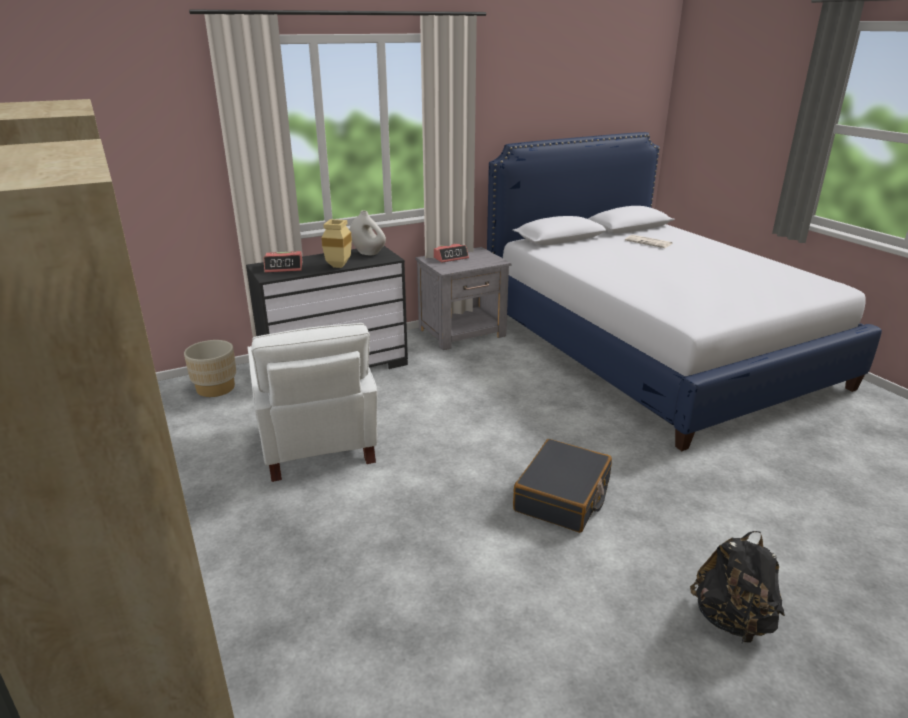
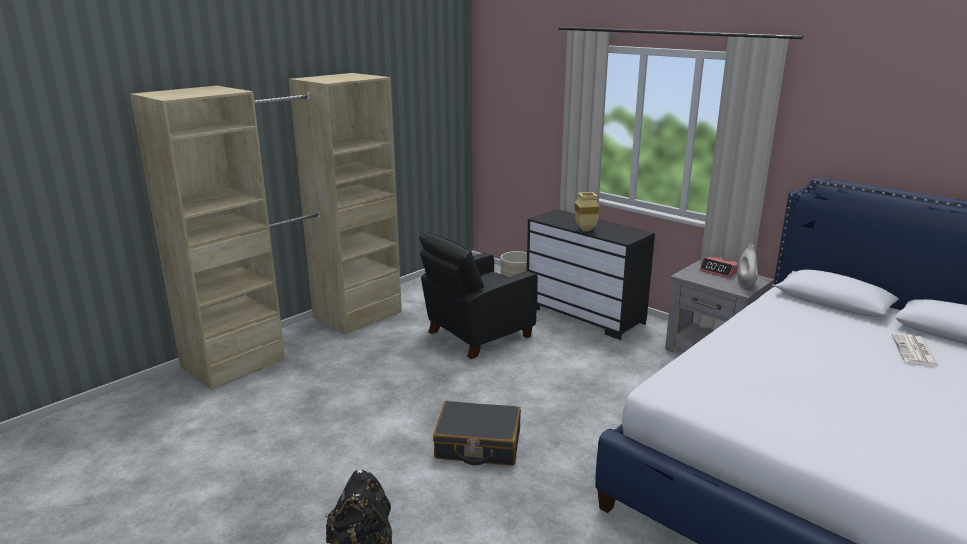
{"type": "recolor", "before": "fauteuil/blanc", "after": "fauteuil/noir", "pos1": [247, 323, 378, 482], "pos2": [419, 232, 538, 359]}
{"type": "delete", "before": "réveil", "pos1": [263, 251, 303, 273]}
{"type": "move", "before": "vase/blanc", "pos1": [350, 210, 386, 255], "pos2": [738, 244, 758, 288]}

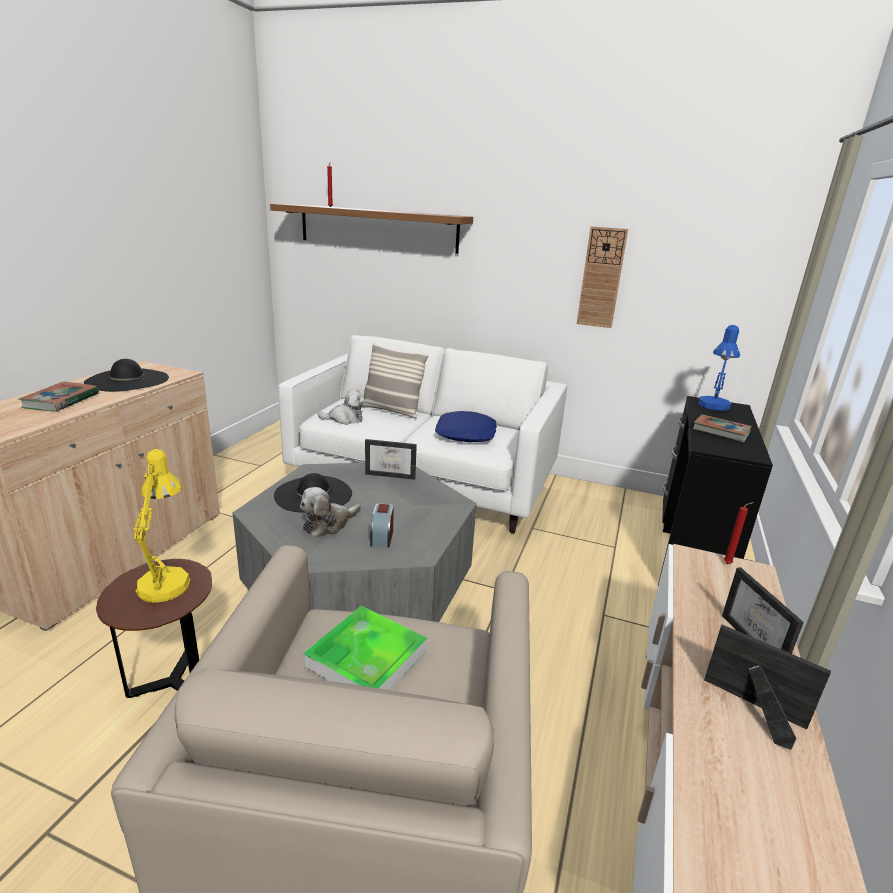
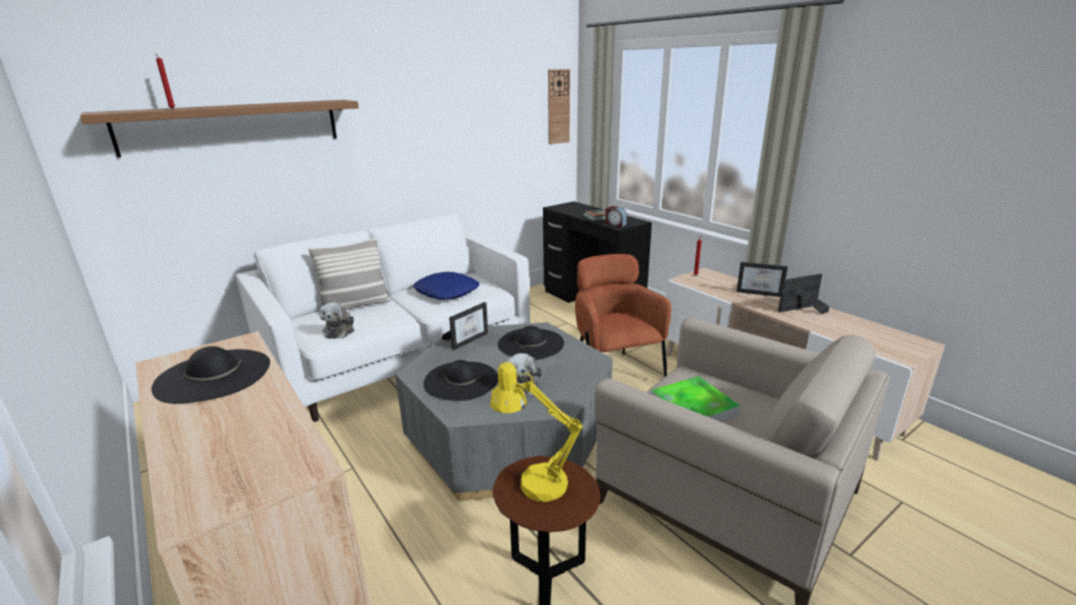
{"type": "delete", "before": "livre", "pos1": [19, 381, 99, 412]}
{"type": "rotate", "before": "peluche", "pos1": [317, 389, 366, 425], "pos2": [319, 302, 354, 339], "turn": 150}
{"type": "move", "before": "réveil", "pos1": [370, 504, 394, 548], "pos2": [605, 206, 627, 227]}
{"type": "move", "before": "horloge murale", "pos1": [577, 227, 628, 328], "pos2": [548, 69, 570, 144]}
{"type": "delete", "before": "lampe de table/bleu", "pos1": [698, 325, 740, 411]}
{"type": "insert", "after": "chapeau/noir", "pos2": [498, 326, 564, 360]}
{"type": "insert", "after": "fauteuil/marron", "pos2": [575, 254, 671, 377]}

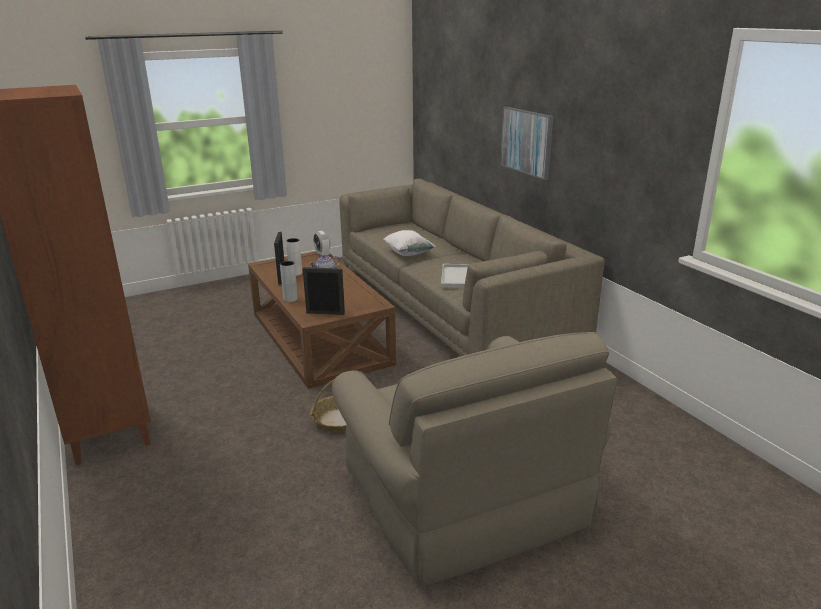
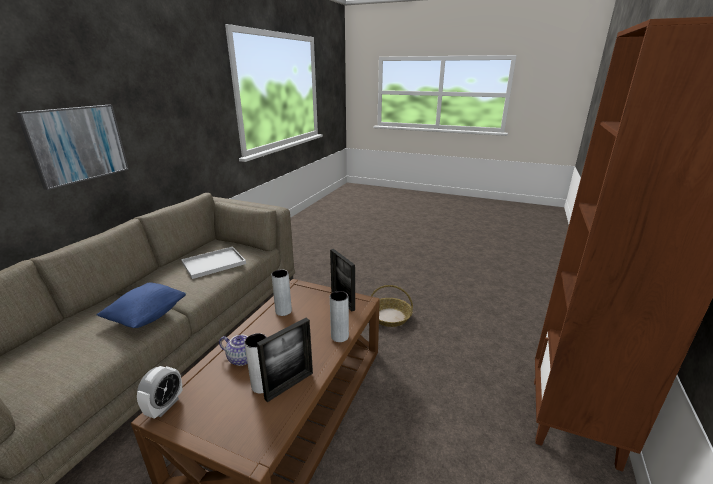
{"type": "delete", "before": "fauteuil/beige", "pos1": [332, 332, 618, 587]}
{"type": "recolor", "before": "coussin/blanc", "after": "coussin/bleu", "pos1": [383, 230, 436, 256], "pos2": [96, 282, 186, 328]}
{"type": "insert", "after": "vase/gris", "pos2": [271, 269, 292, 316]}

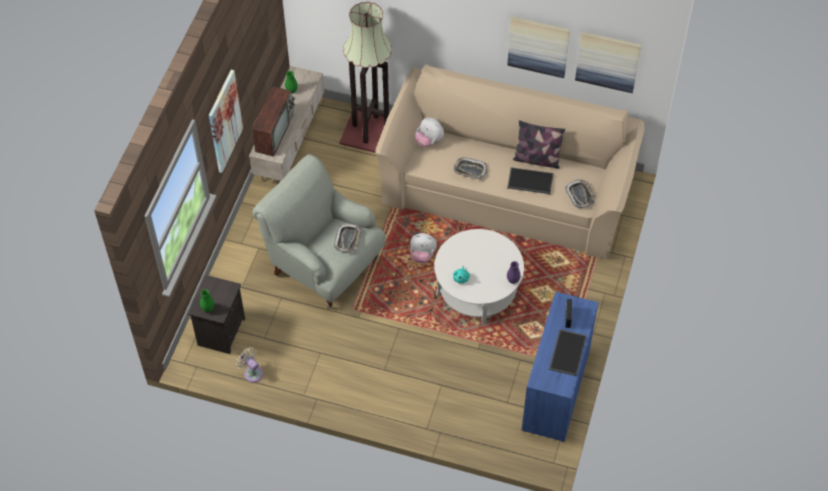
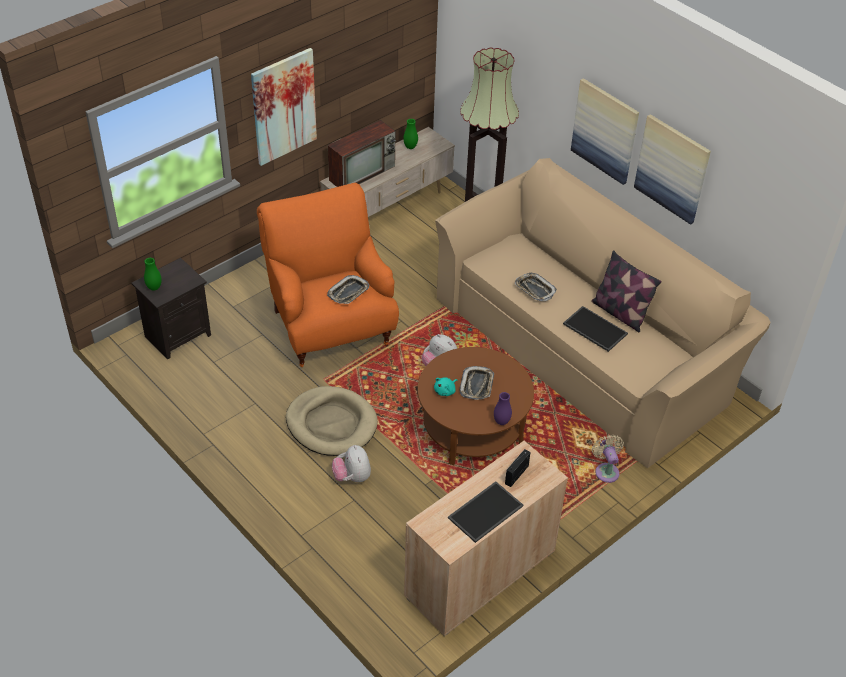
{"type": "move", "before": "ventilateur/beige", "pos1": [236, 347, 263, 383], "pos2": [592, 435, 624, 483]}
{"type": "recolor", "before": "fauteuil/gris", "after": "fauteuil/orange", "pos1": [253, 154, 386, 308], "pos2": [257, 183, 399, 367]}
{"type": "move", "before": "peluche", "pos1": [415, 118, 444, 147], "pos2": [332, 445, 371, 482]}
{"type": "recolor", "before": "table basse/blanc", "after": "table basse/marron", "pos1": [434, 229, 524, 325], "pos2": [418, 347, 534, 465]}
{"type": "recolor", "before": "meuble de rangement/bleu", "after": "meuble de rangement/beige", "pos1": [522, 291, 599, 442], "pos2": [404, 441, 568, 636]}
{"type": "move", "before": "plateau", "pos1": [565, 180, 597, 208], "pos2": [460, 366, 494, 400]}
{"type": "move", "before": "tableau", "pos1": [575, 32, 641, 93], "pos2": [571, 78, 639, 185]}
{"type": "insert", "after": "panier pour chien/beige", "pos2": [286, 386, 378, 456]}

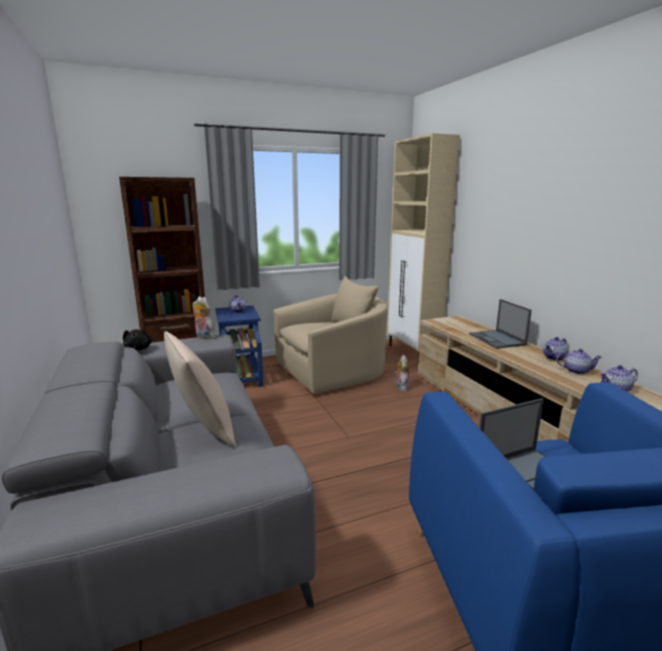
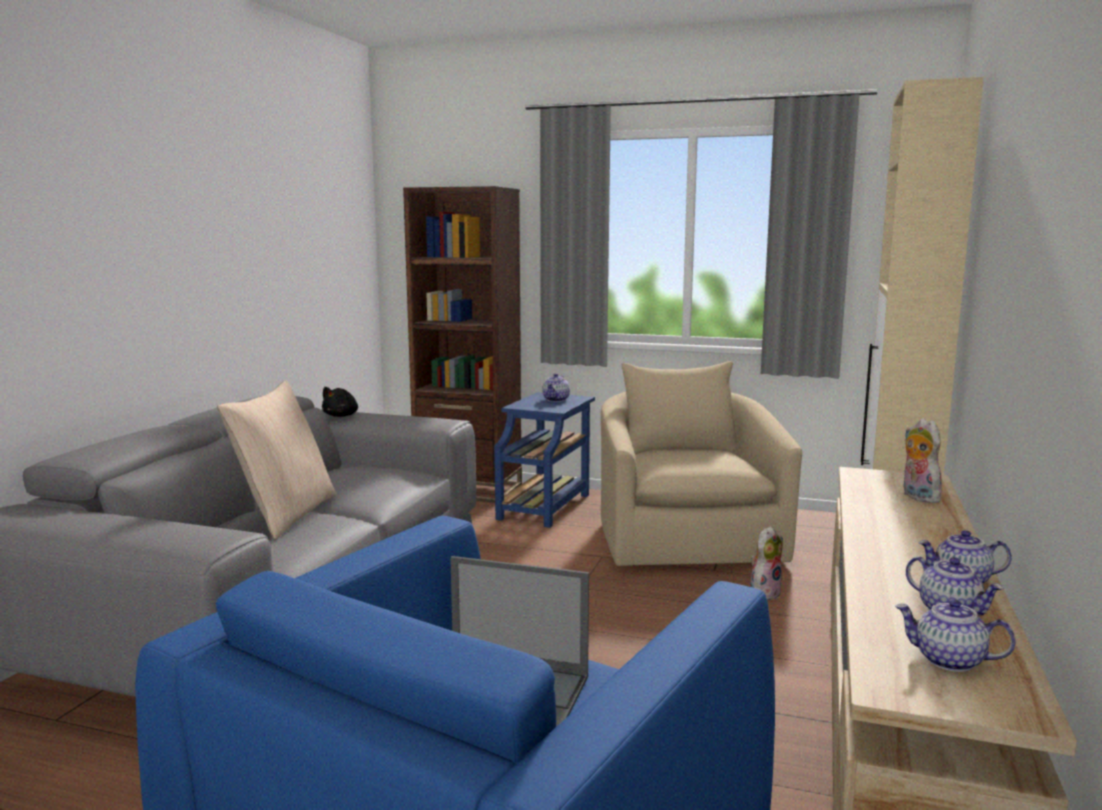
{"type": "move", "before": "peluche", "pos1": [192, 296, 215, 340], "pos2": [904, 418, 942, 503]}
{"type": "rotate", "before": "fauteuil/beige", "pos1": [273, 276, 388, 394], "pos2": [601, 361, 802, 566], "turn": -105}
{"type": "delete", "before": "ordinateur portable", "pos1": [469, 299, 532, 349]}

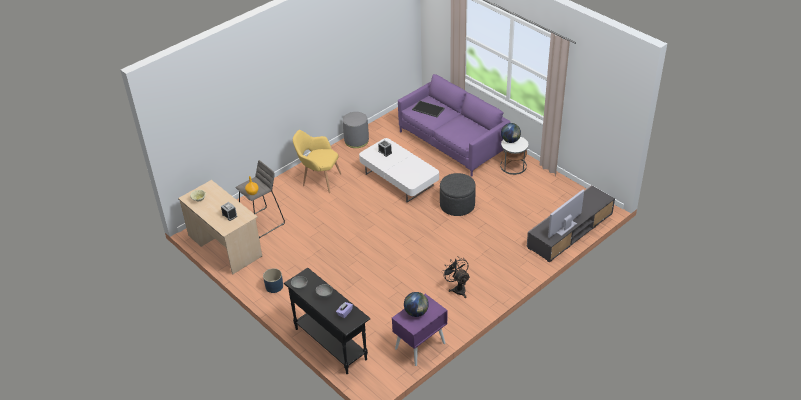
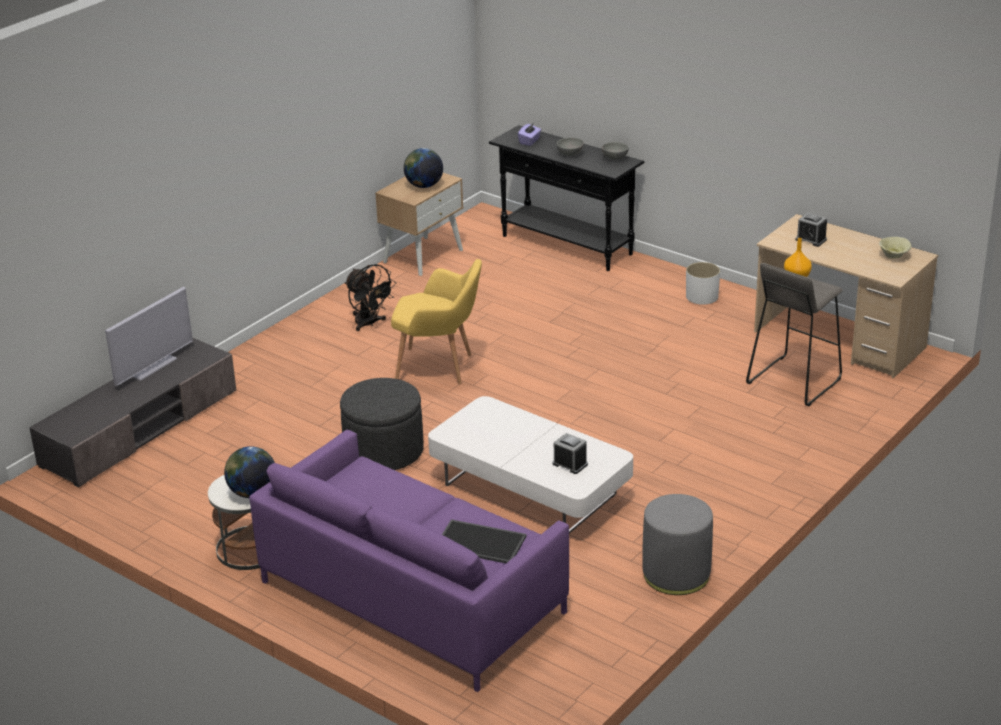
{"type": "recolor", "before": "cache-pot/bleu", "after": "cache-pot/blanc", "pos1": [263, 268, 283, 293], "pos2": [686, 262, 720, 305]}
{"type": "move", "before": "fauteuil/jaune", "pos1": [293, 130, 341, 193], "pos2": [391, 259, 482, 385]}
{"type": "recolor", "before": "table de chevet/violet", "after": "table de chevet/beige", "pos1": [392, 294, 448, 366], "pos2": [375, 173, 463, 276]}

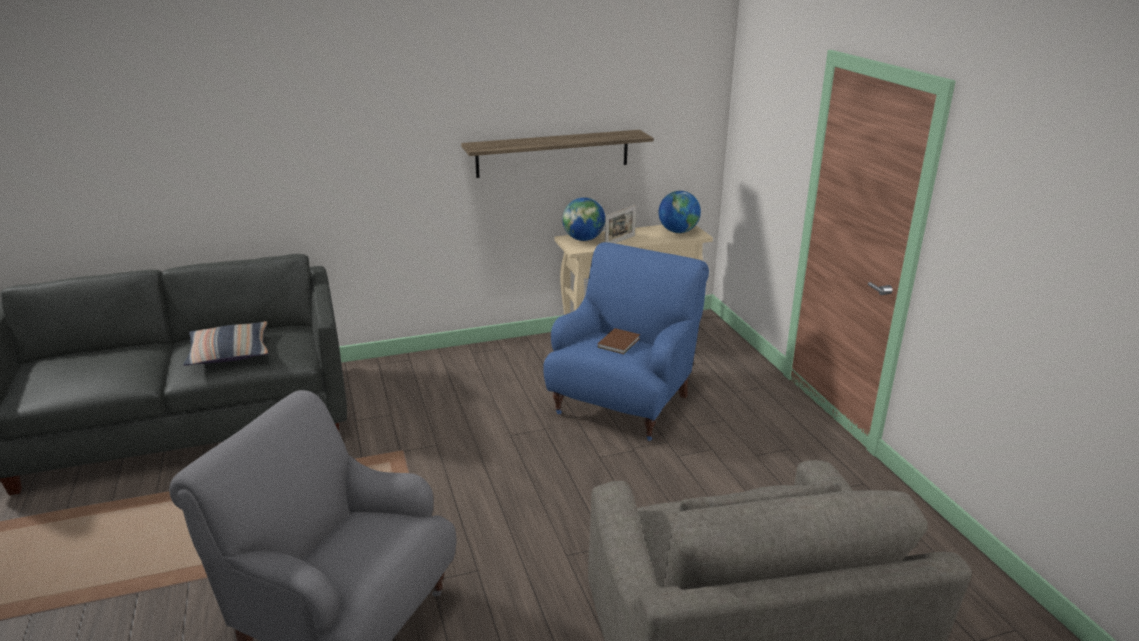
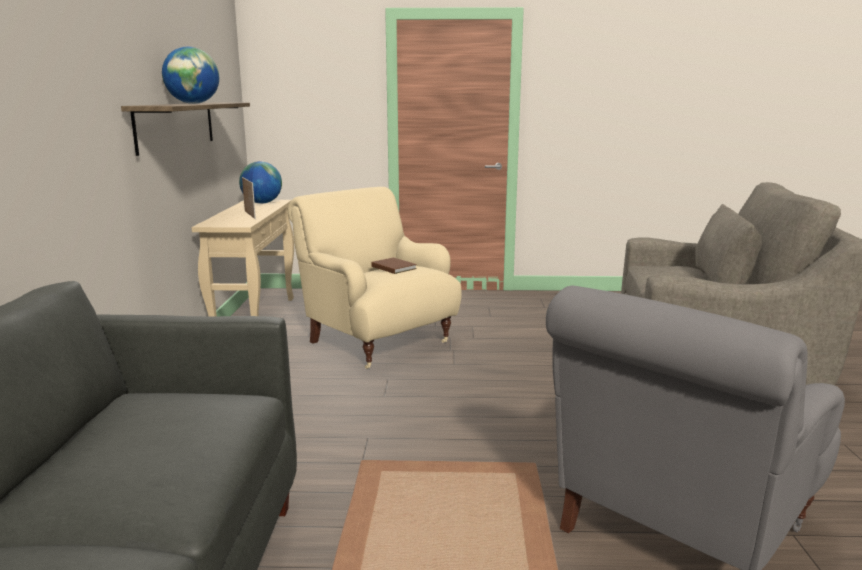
{"type": "delete", "before": "coussin", "pos1": [183, 321, 268, 366]}
{"type": "recolor", "before": "fauteuil/bleu", "after": "fauteuil/beige", "pos1": [543, 242, 709, 441], "pos2": [288, 187, 462, 369]}
{"type": "move", "before": "globe", "pos1": [562, 197, 605, 241], "pos2": [162, 47, 219, 104]}

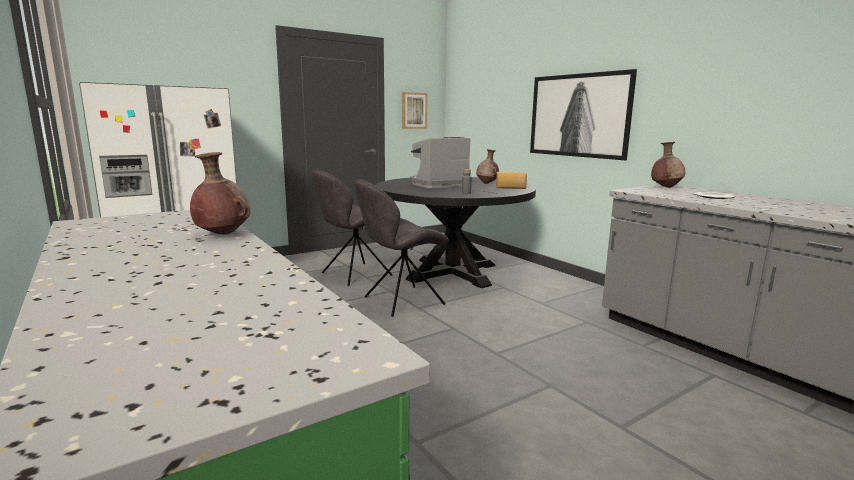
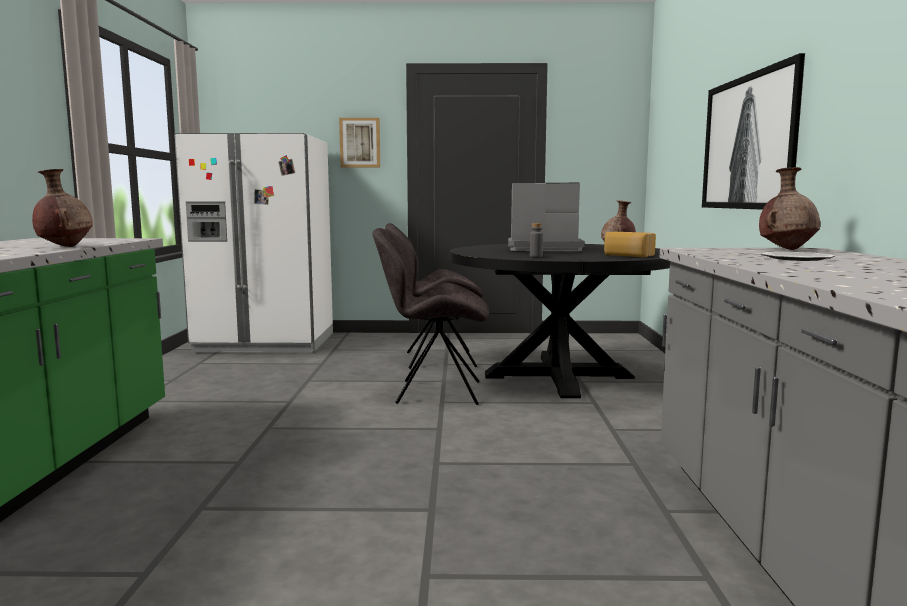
{"type": "move", "before": "tableau", "pos1": [402, 92, 428, 129], "pos2": [339, 118, 380, 167]}

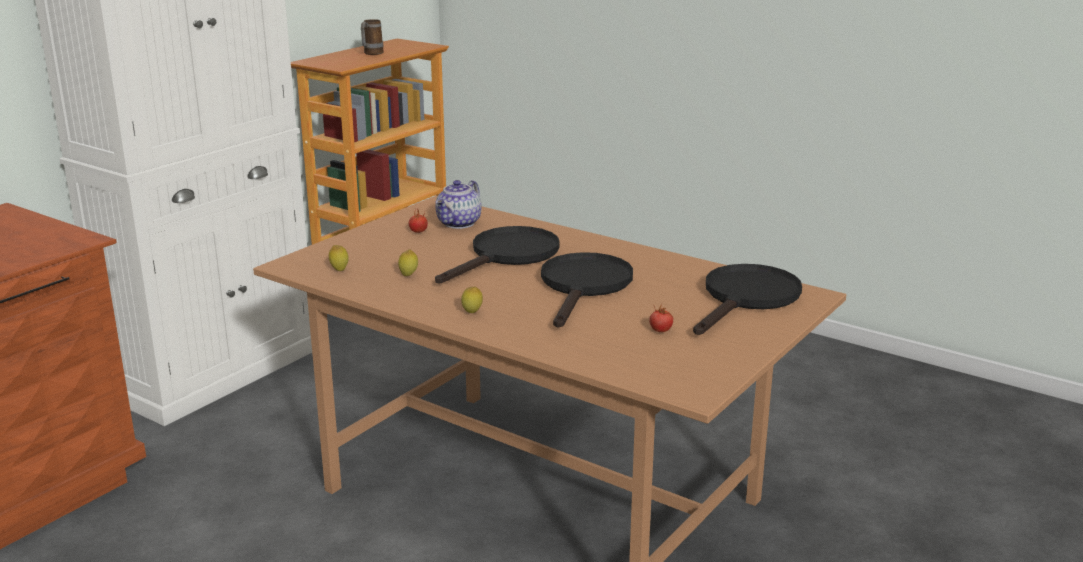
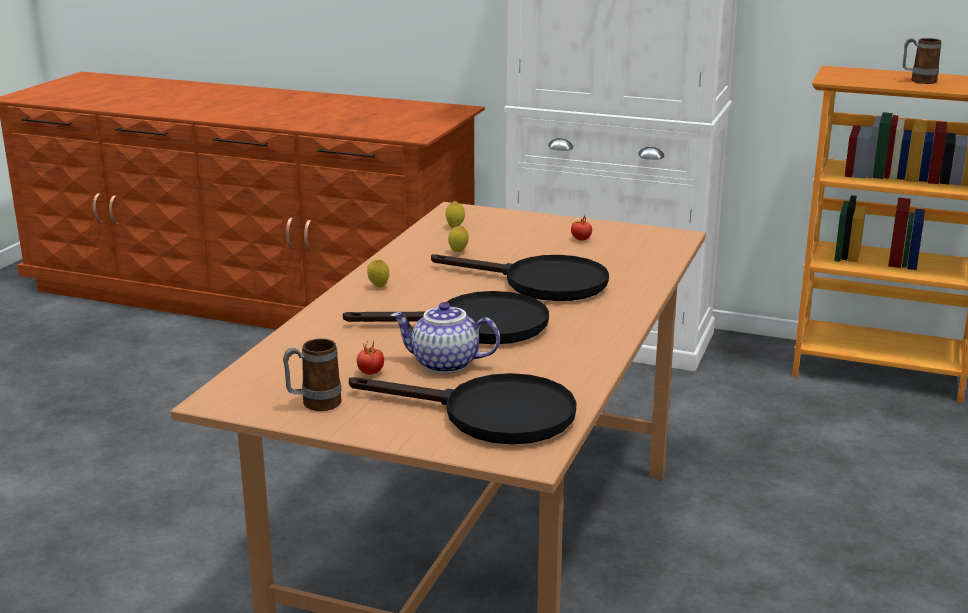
{"type": "move", "before": "théière", "pos1": [435, 180, 481, 229], "pos2": [391, 302, 500, 374]}
{"type": "insert", "after": "mug", "pos2": [283, 339, 342, 411]}

